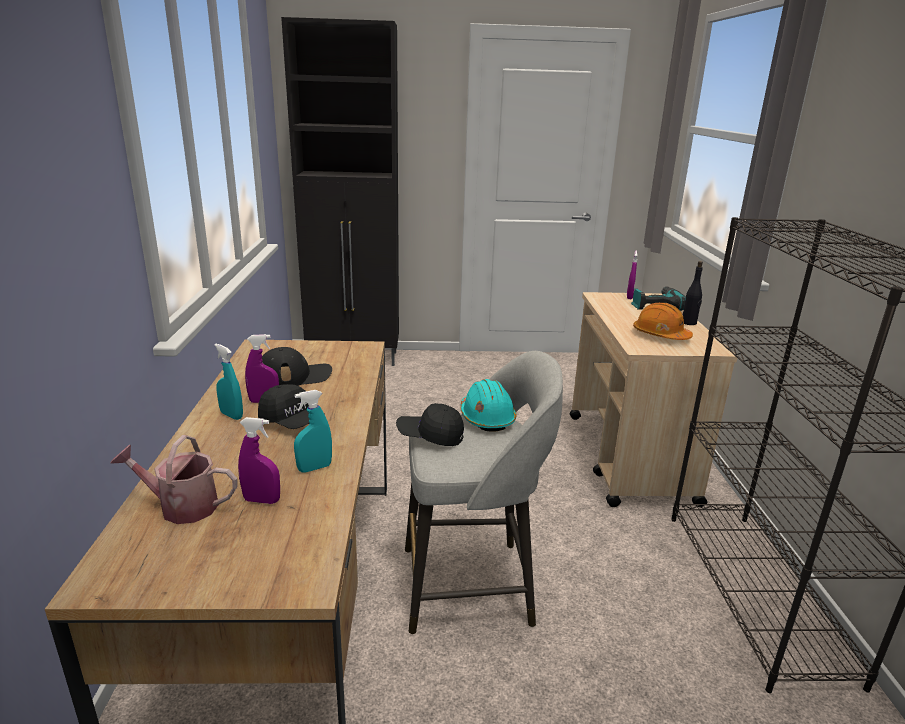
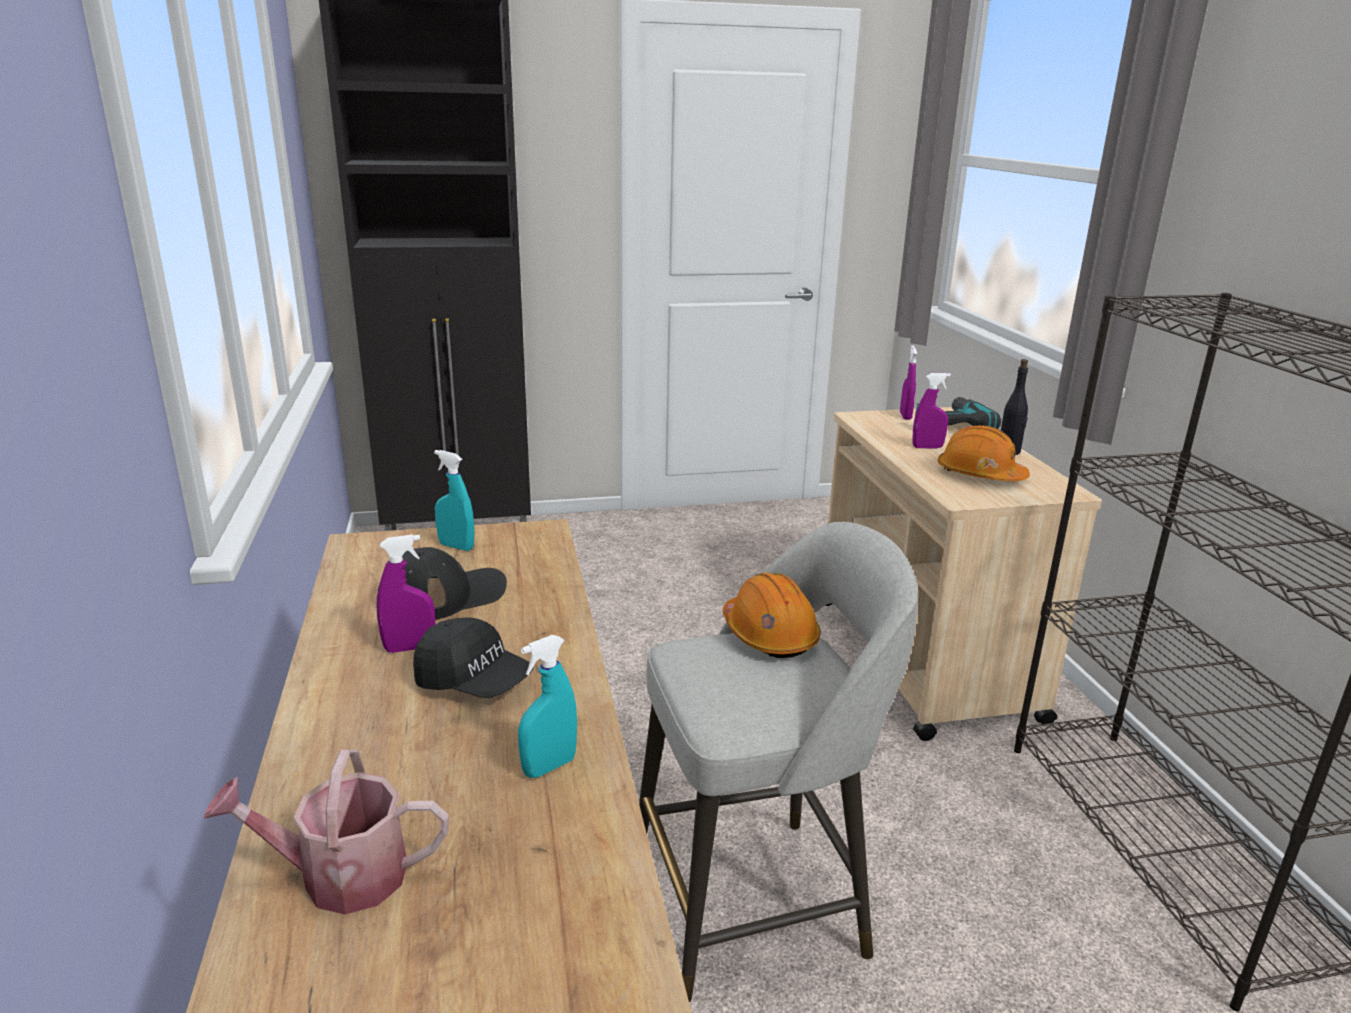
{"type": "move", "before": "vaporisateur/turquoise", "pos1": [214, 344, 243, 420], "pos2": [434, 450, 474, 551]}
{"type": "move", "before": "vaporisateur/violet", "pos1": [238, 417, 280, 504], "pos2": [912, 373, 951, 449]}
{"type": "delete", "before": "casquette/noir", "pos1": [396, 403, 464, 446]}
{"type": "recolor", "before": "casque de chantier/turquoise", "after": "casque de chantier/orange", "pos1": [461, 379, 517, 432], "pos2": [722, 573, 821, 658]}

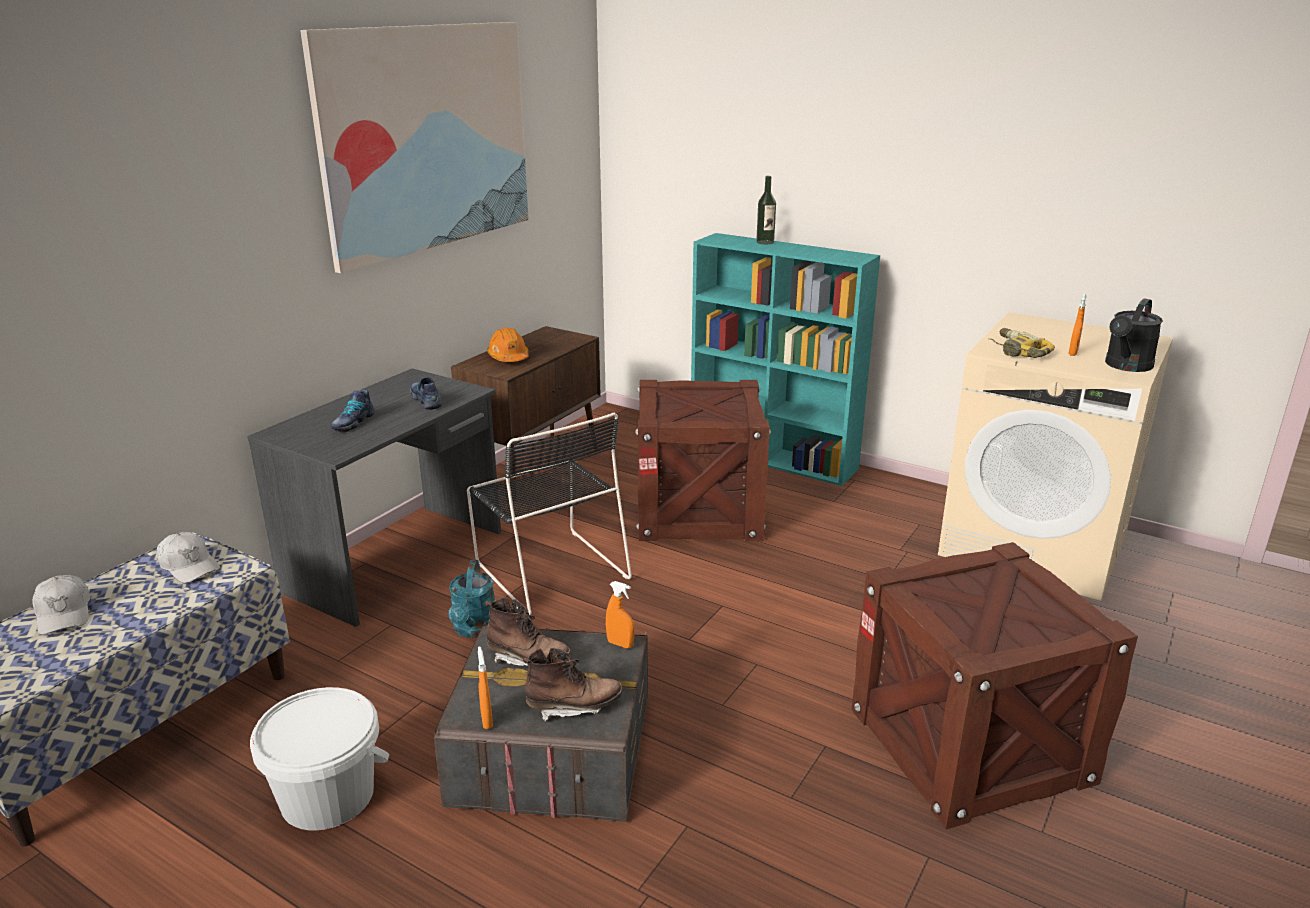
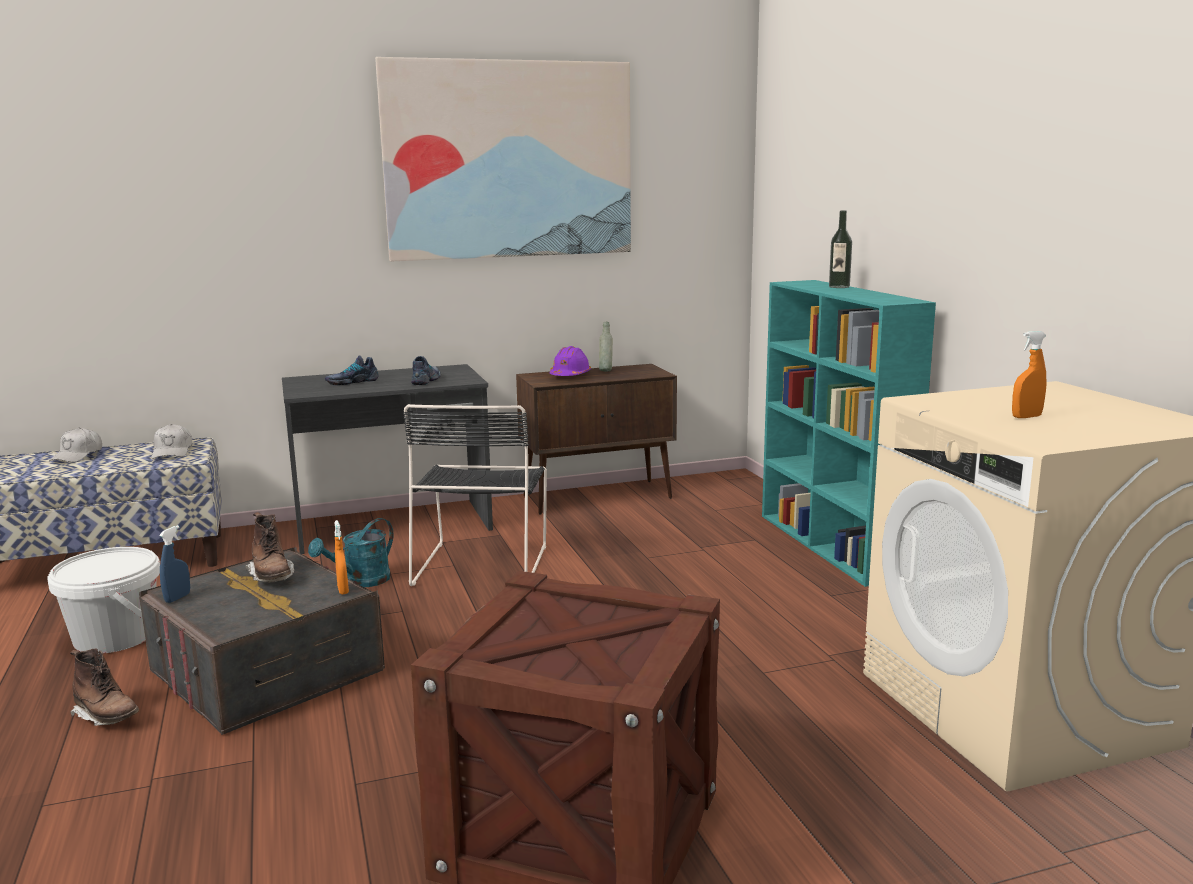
{"type": "recolor", "before": "vaporisateur/orange", "after": "vaporisateur/bleu", "pos1": [478, 647, 493, 729], "pos2": [159, 525, 190, 603]}
{"type": "recolor", "before": "casque de chantier/orange", "after": "casque de chantier/violet", "pos1": [487, 327, 529, 362], "pos2": [549, 346, 591, 376]}
{"type": "move", "before": "botte/marron", "pos1": [523, 648, 623, 722], "pos2": [70, 649, 139, 726]}
{"type": "delete", "before": "caisse", "pos1": [635, 380, 771, 541]}
{"type": "delete", "before": "perceuse", "pos1": [988, 328, 1055, 358]}
{"type": "delete", "before": "arrosoir/noir", "pos1": [1105, 299, 1163, 372]}
{"type": "insert", "after": "bouteille/gris", "pos2": [599, 322, 613, 371]}

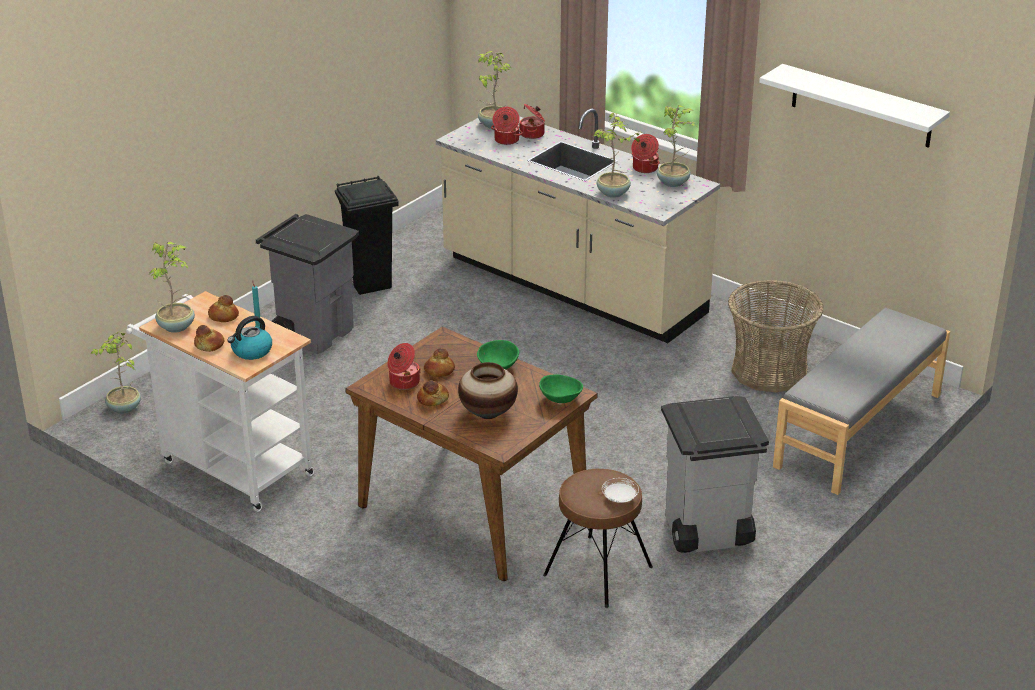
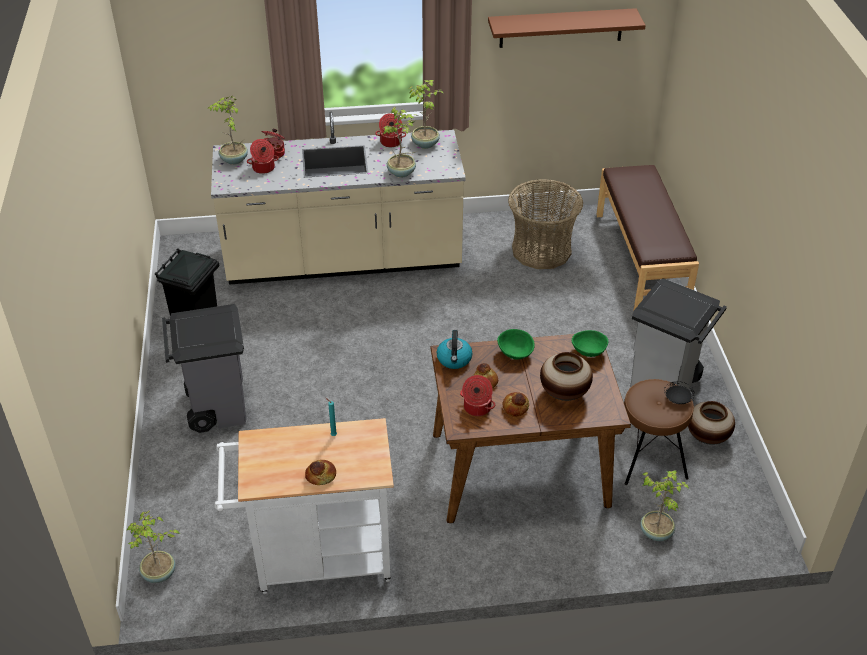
{"type": "move", "before": "plante en pot", "pos1": [149, 242, 195, 333], "pos2": [640, 470, 689, 541]}
{"type": "delete", "before": "pain", "pos1": [208, 295, 239, 322]}
{"type": "move", "before": "bouilloire", "pos1": [227, 316, 272, 360], "pos2": [436, 330, 473, 369]}
{"type": "recolor", "before": "assiette/blanc", "after": "assiette/noir", "pos1": [602, 478, 639, 503], "pos2": [664, 381, 695, 404]}
{"type": "recolor", "before": "étagère/blanc", "after": "étagère/marron", "pos1": [759, 64, 950, 148], "pos2": [488, 8, 646, 48]}
{"type": "recolor", "before": "banc/gris", "after": "banc/marron", "pos1": [773, 308, 950, 495], "pos2": [596, 165, 699, 312]}
{"type": "insert", "after": "vase", "pos2": [688, 401, 735, 445]}

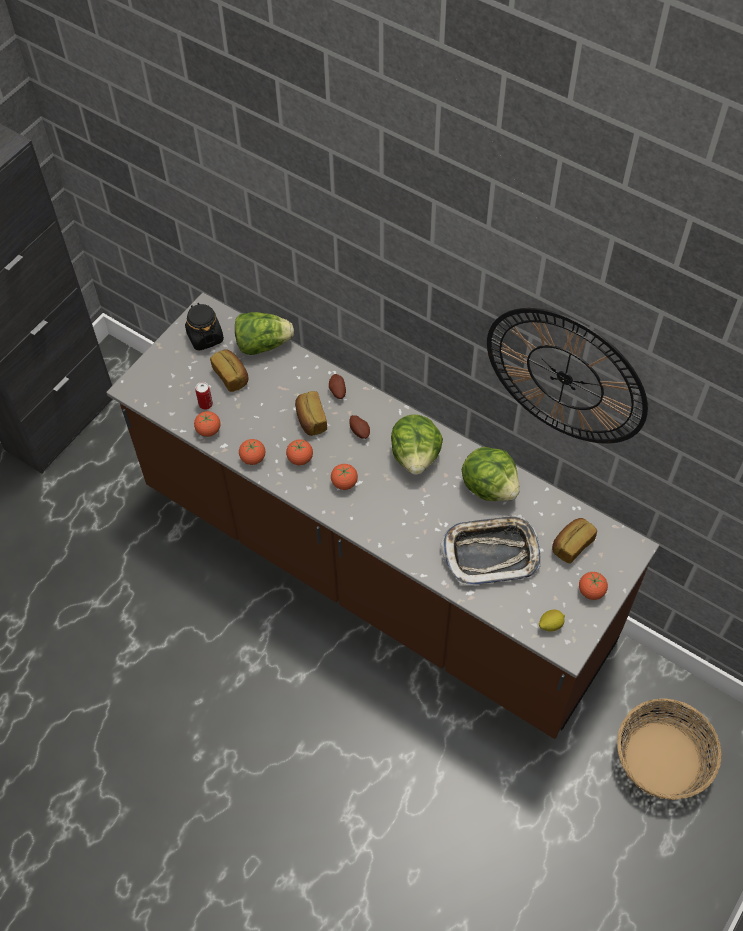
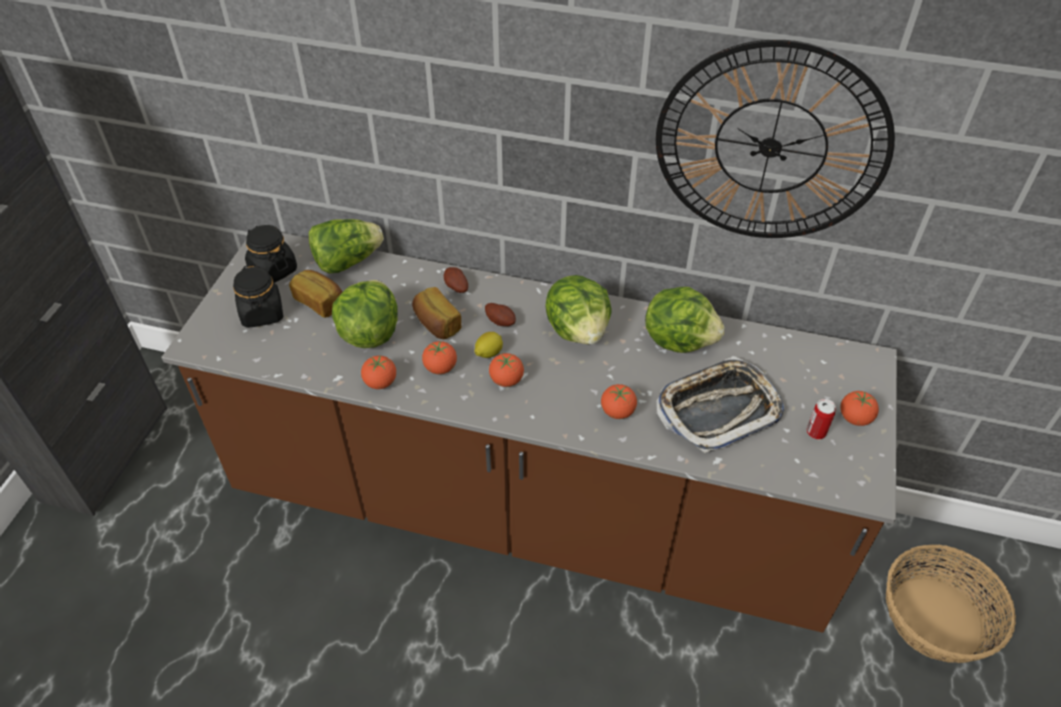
{"type": "move", "before": "tomate", "pos1": [194, 411, 221, 437], "pos2": [601, 384, 637, 419]}
{"type": "move", "before": "boîte métallique", "pos1": [195, 382, 213, 410], "pos2": [807, 399, 836, 439]}
{"type": "move", "before": "citron", "pos1": [539, 610, 565, 632], "pos2": [474, 332, 503, 358]}
{"type": "delete", "before": "pain", "pos1": [552, 518, 597, 564]}
{"type": "insert", "after": "bocal/noir", "pos2": [233, 264, 283, 328]}
{"type": "insert", "after": "laitue", "pos2": [332, 280, 398, 348]}

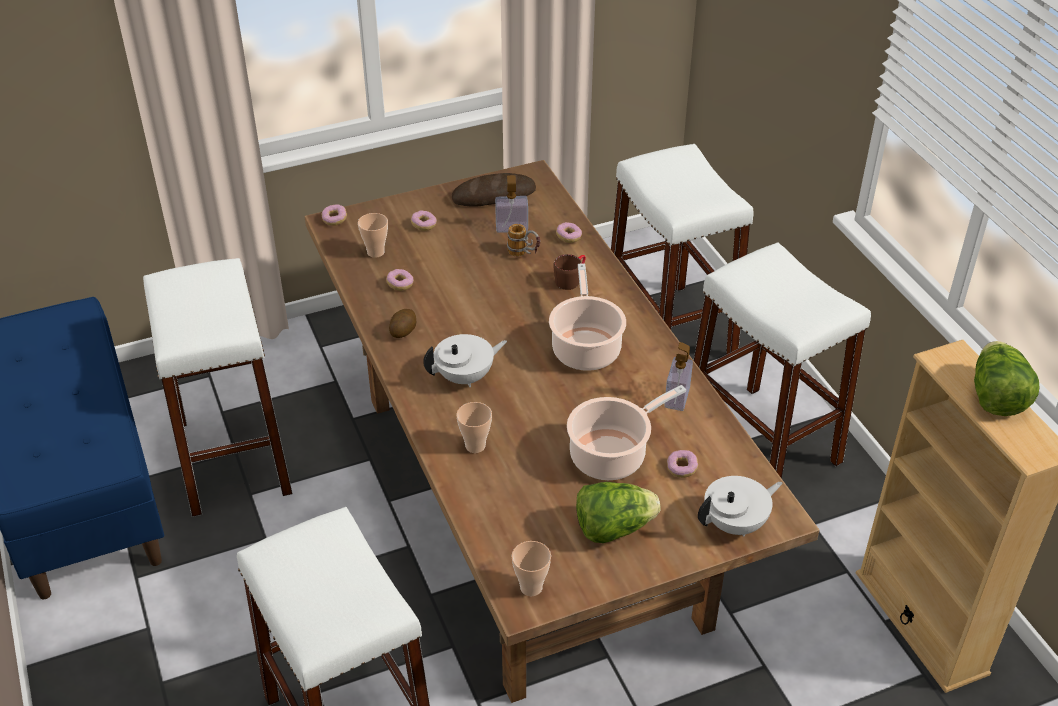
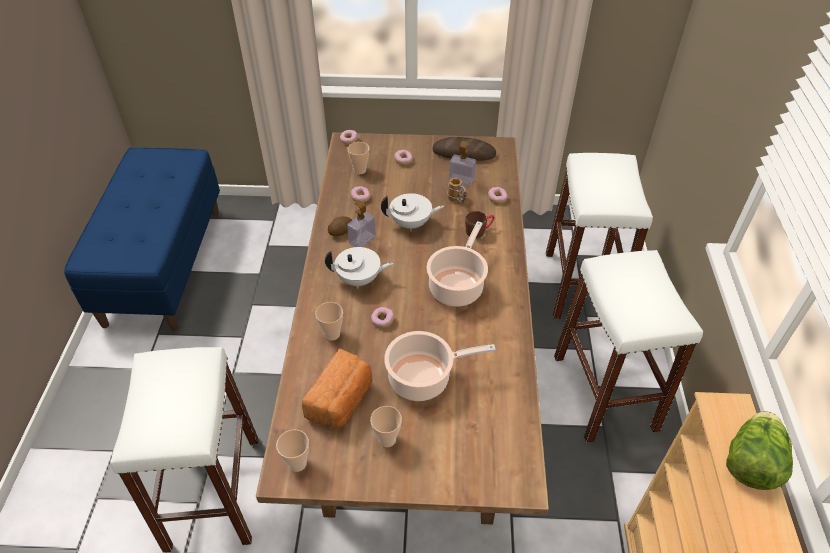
{"type": "delete", "before": "tabouret/blanc", "pos1": [143, 258, 293, 517]}
{"type": "replace", "before": "laitue", "after": "tasse", "pos1": [576, 482, 660, 543], "pos2": [370, 406, 402, 447]}
{"type": "move", "before": "distributeur de savon", "pos1": [664, 342, 693, 411], "pos2": [347, 200, 376, 247]}
{"type": "move", "before": "beignet", "pos1": [667, 450, 698, 478], "pos2": [371, 307, 394, 328]}
{"type": "move", "before": "théière/blanc", "pos1": [698, 476, 782, 536], "pos2": [381, 193, 444, 231]}
{"type": "insert", "after": "pain", "pos2": [302, 348, 372, 429]}

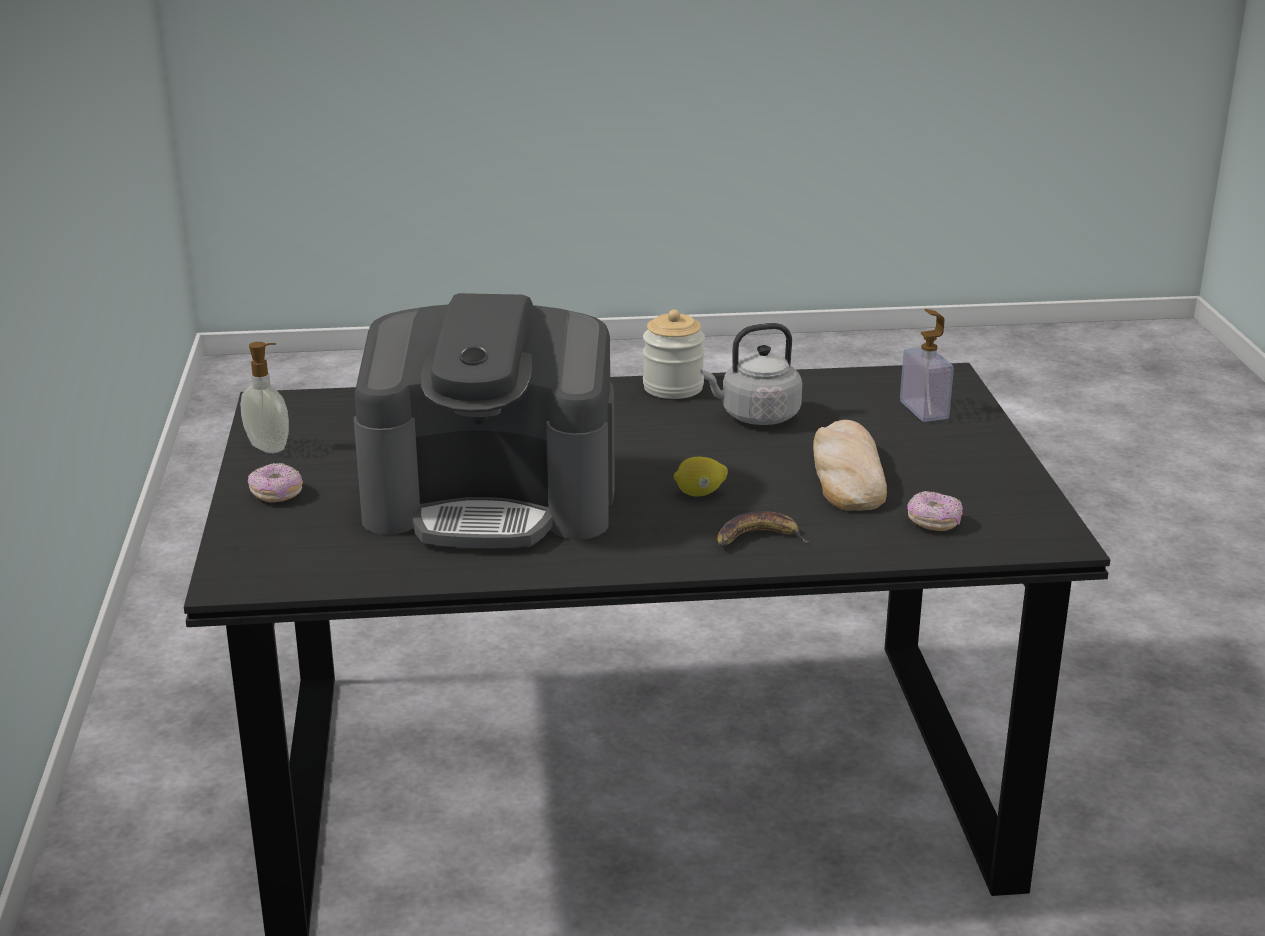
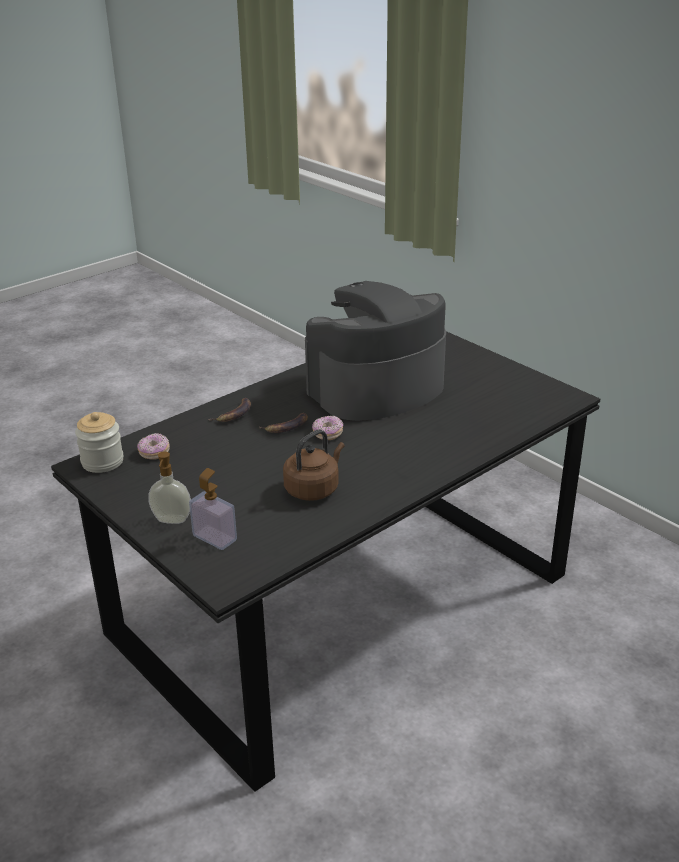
{"type": "move", "before": "distributeur de savon", "pos1": [240, 342, 289, 453], "pos2": [148, 452, 191, 524]}
{"type": "move", "before": "beignet", "pos1": [248, 463, 303, 502], "pos2": [312, 416, 343, 440]}
{"type": "move", "before": "bocal", "pos1": [643, 310, 705, 399], "pos2": [75, 412, 124, 473]}
{"type": "replace", "before": "citron", "after": "banane", "pos1": [673, 457, 728, 497], "pos2": [258, 413, 308, 433]}
{"type": "recolor", "before": "bouilloire/gris", "after": "bouilloire/marron", "pos1": [700, 323, 802, 425], "pos2": [283, 429, 344, 501]}
{"type": "delete", "before": "pain", "pos1": [813, 420, 887, 511]}

